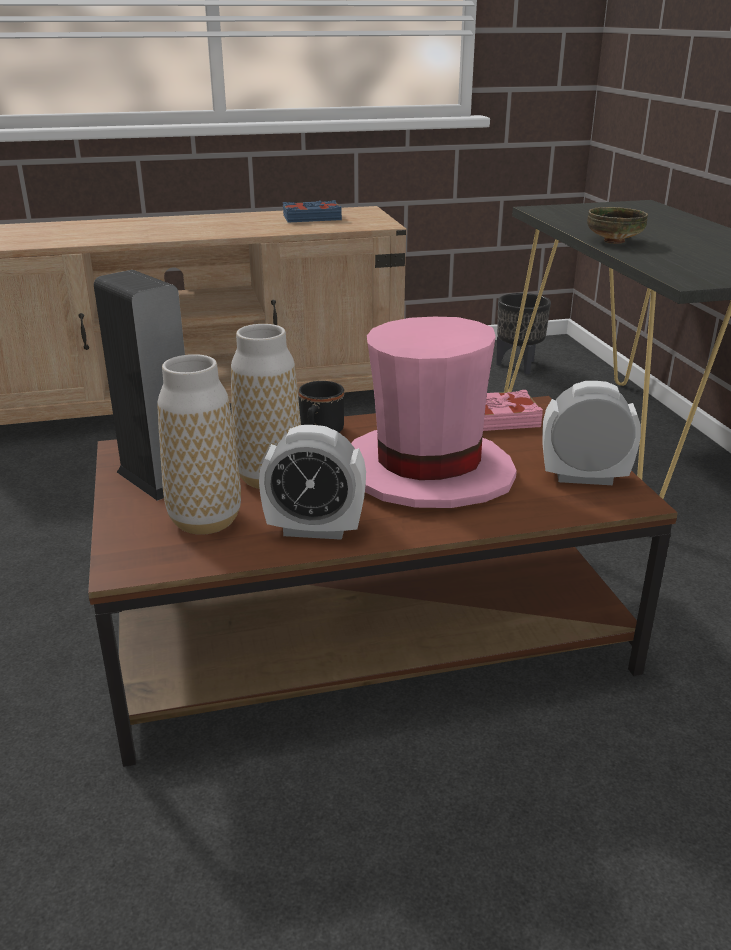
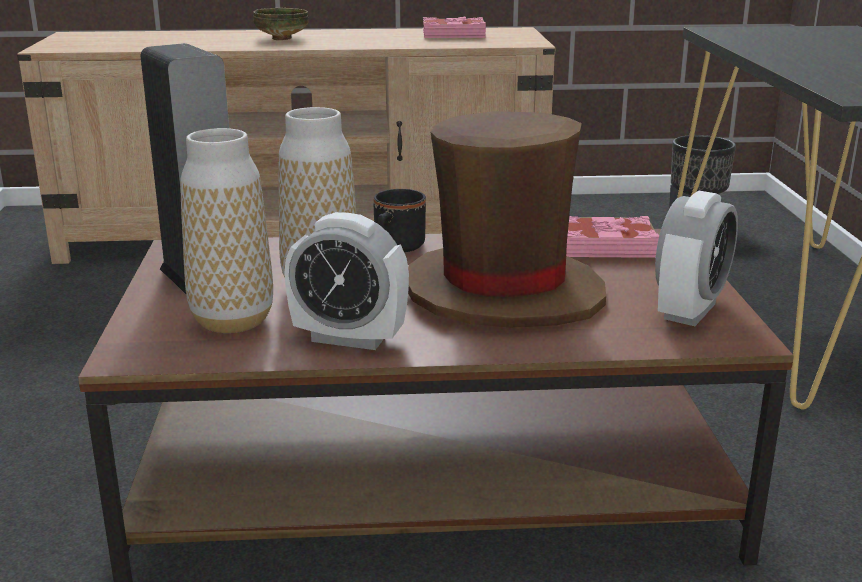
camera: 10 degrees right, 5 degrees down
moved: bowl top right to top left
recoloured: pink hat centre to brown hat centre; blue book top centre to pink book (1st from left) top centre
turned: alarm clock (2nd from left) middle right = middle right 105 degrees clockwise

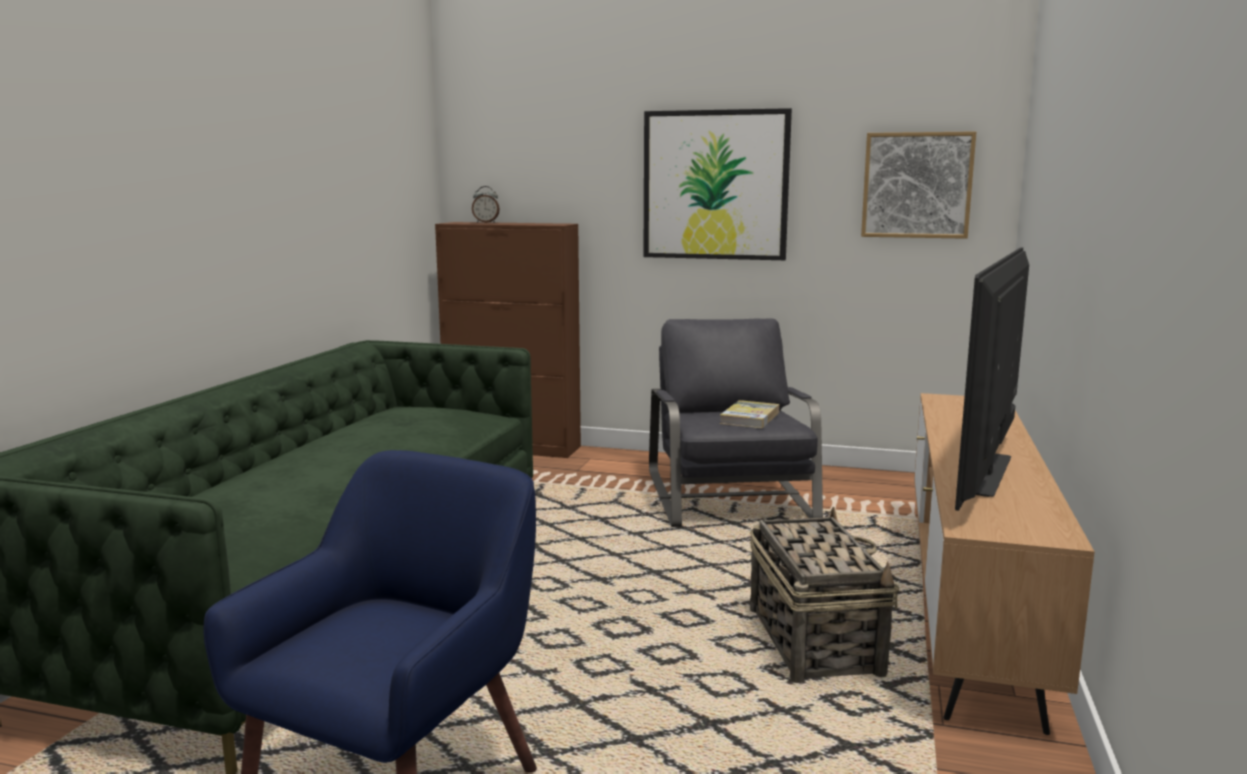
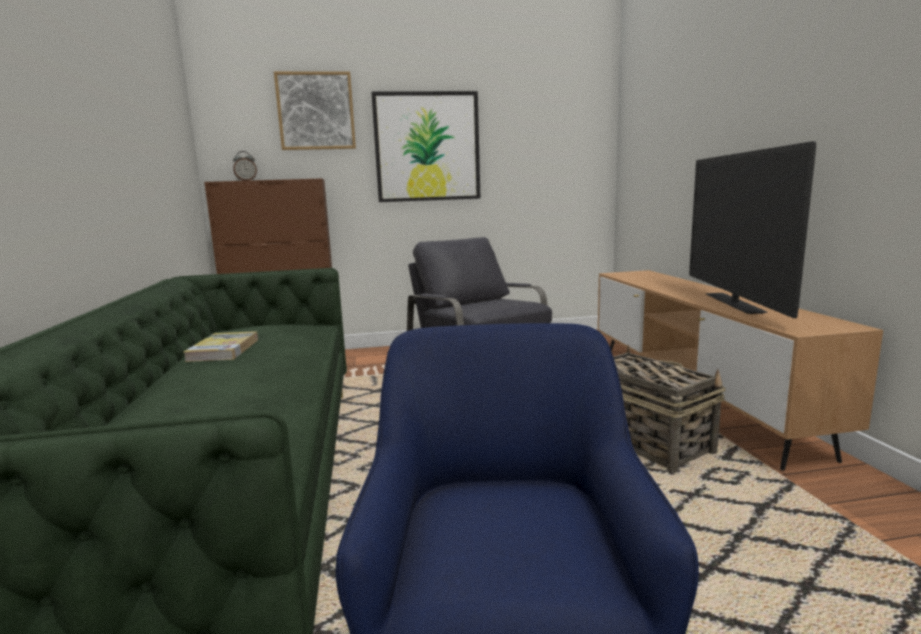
camera: 25 degrees left, 0 degrees up
moved: book centre to middle left; picture (2nd from left in the first image) top right to picture (1st from left) top centre

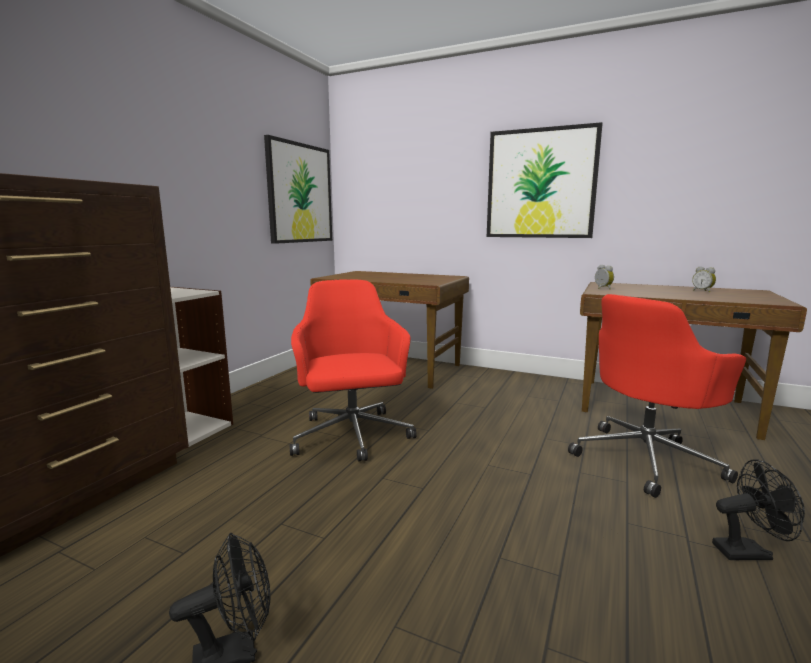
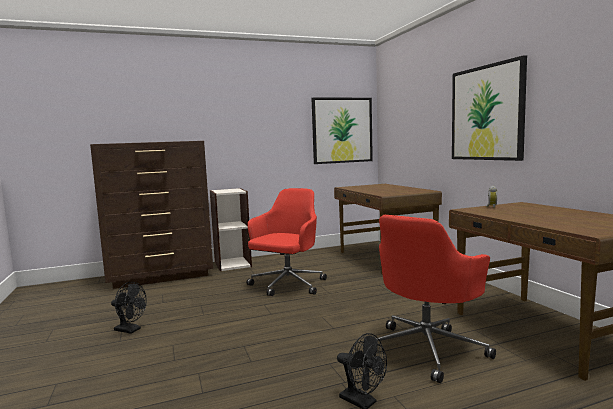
camera: 45 degrees right, 5 degrees down
removed: alarm clock (2nd from left) middle right
turned: red office chair (2nd from left) middle right = bottom right 60 degrees counterclockwise

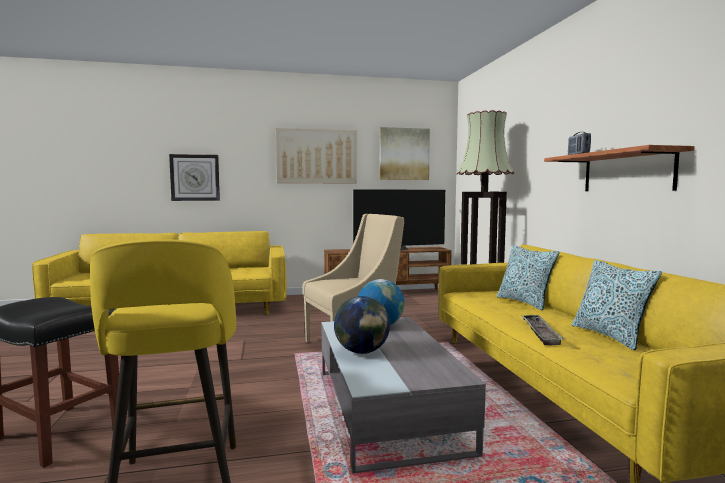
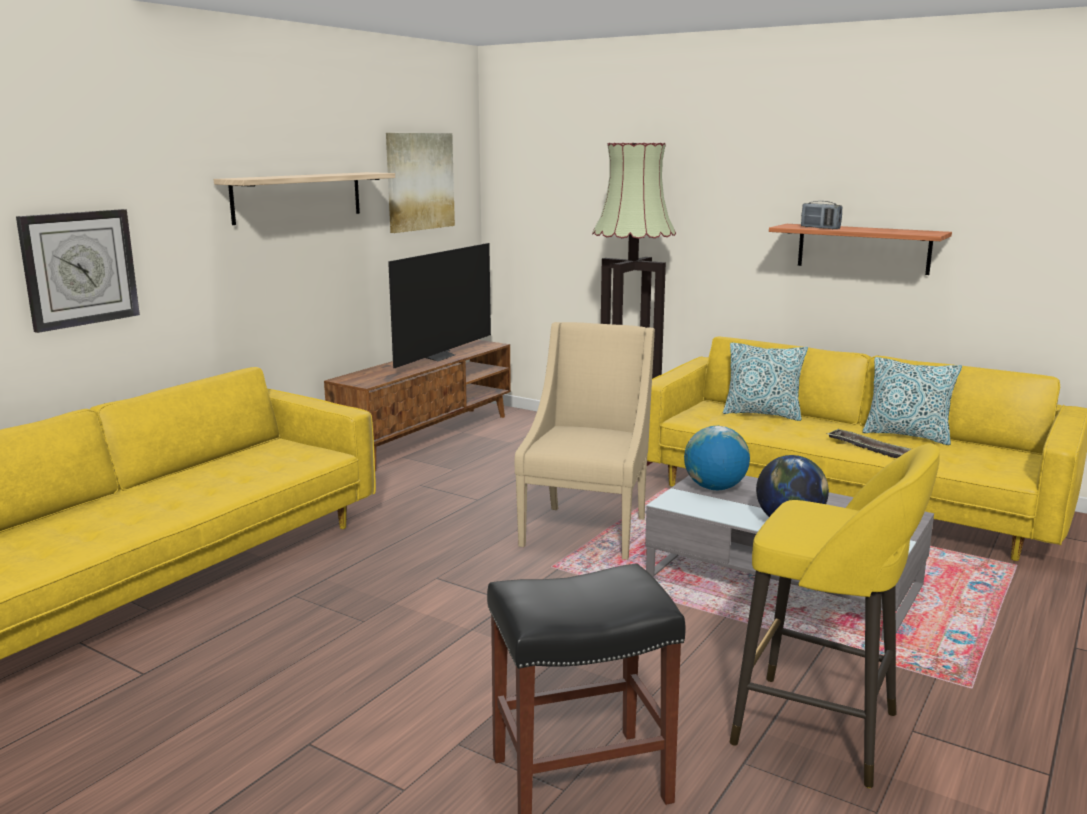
camera: 45 degrees left, 10 degrees up
replaced: picture (1st from left) top centre to shelf (1st from left) top left

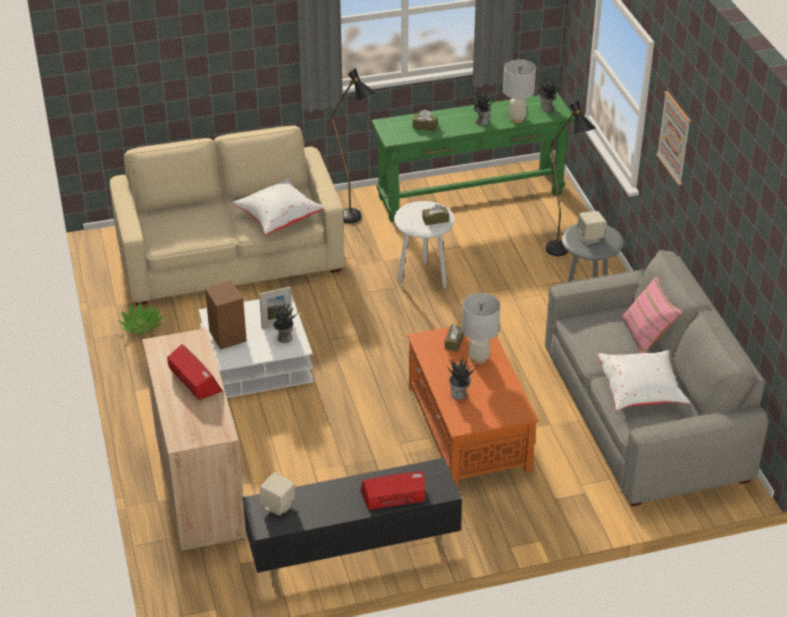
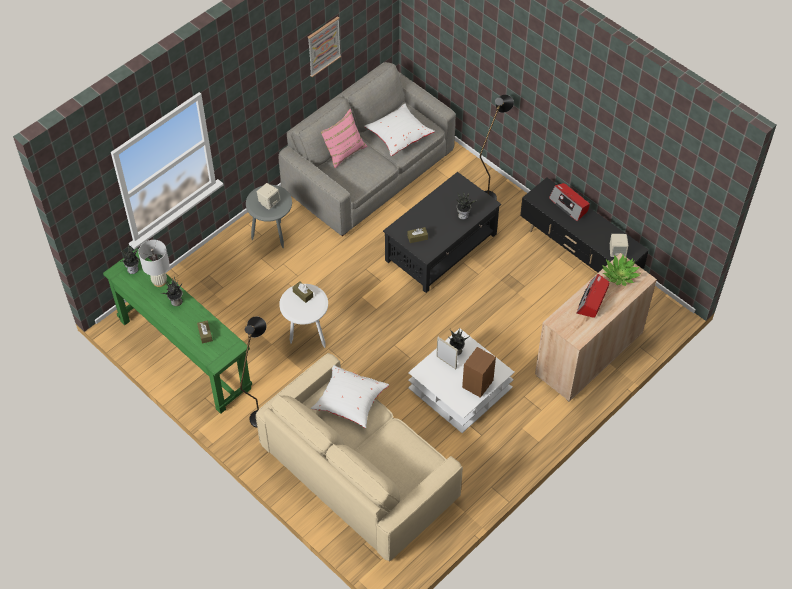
camera: 120 degrees left, 15 degrees up
removed: white table lamp (1st from left) centre
moved: picture top right to top centre; black floor lamp (2nd from left) top right to top centre; potted plant (1st from left in the first image) middle left to potted plant (5th from left) middle right
recoloured: orange coffee table centre to black coffee table centre

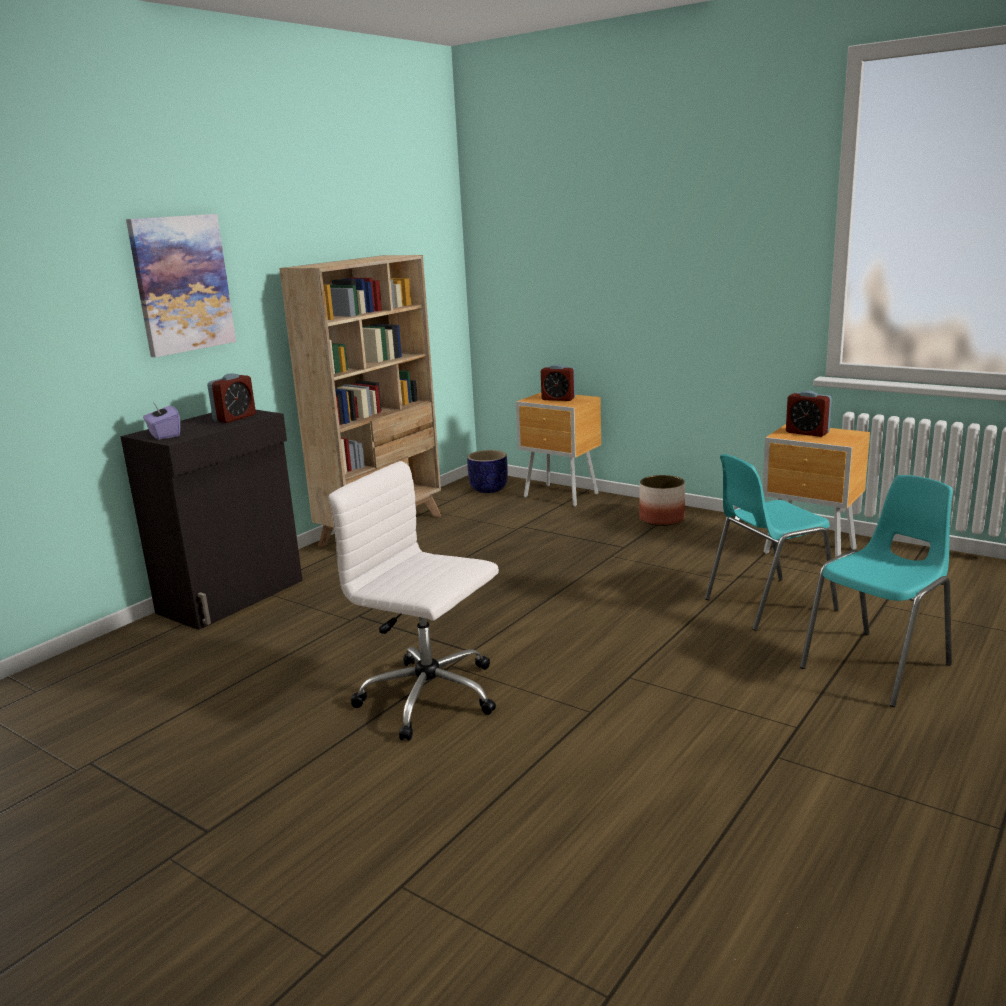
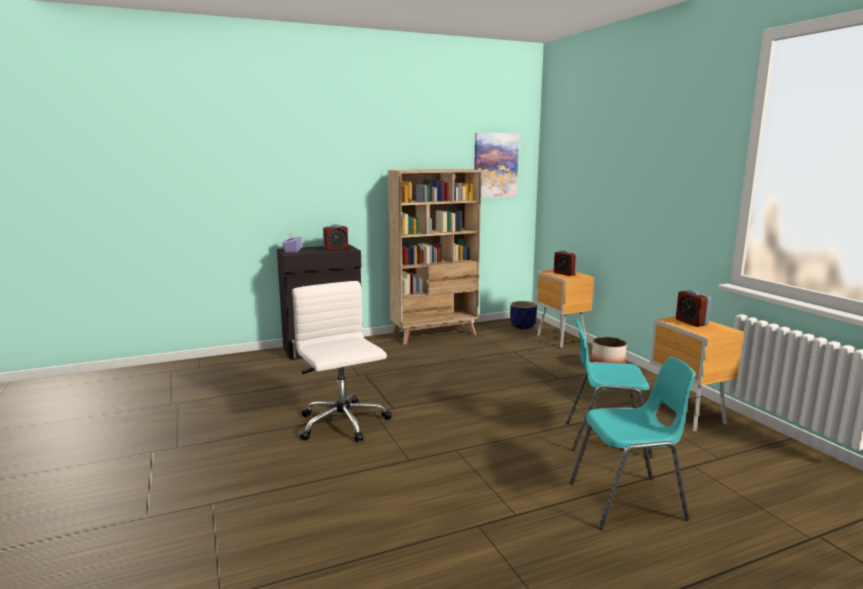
camera: 30 degrees right, 5 degrees down
moved: picture top left to top centre

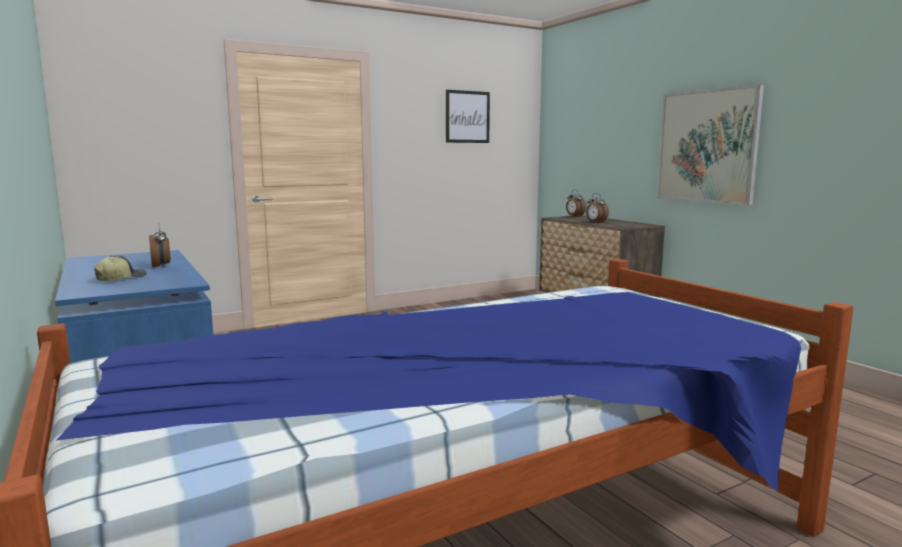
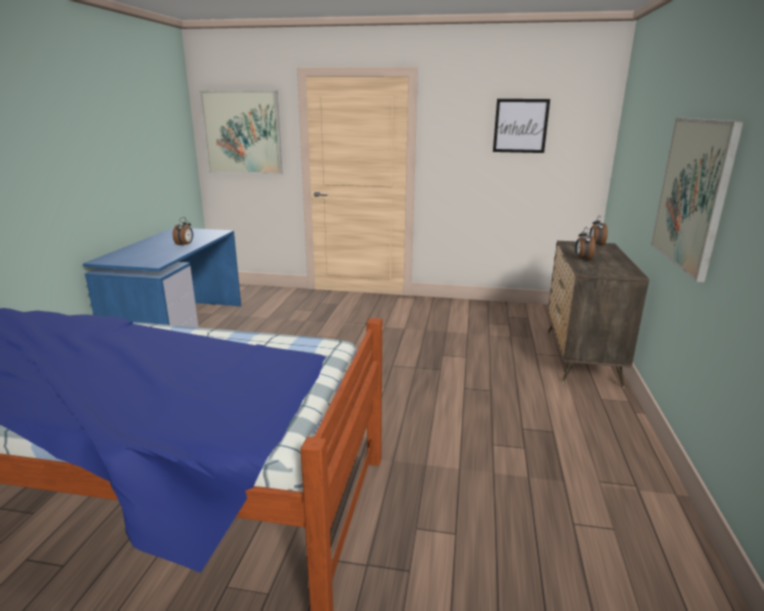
camera: 40 degrees right, 10 degrees up
removed: cap middle left
added: picture (1st from left) top left

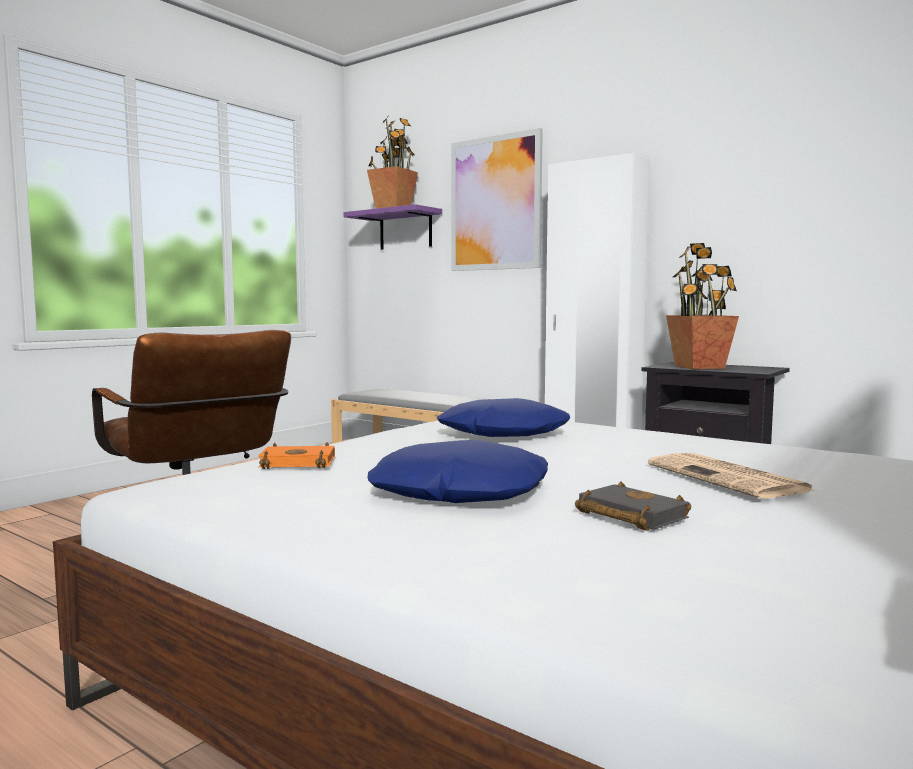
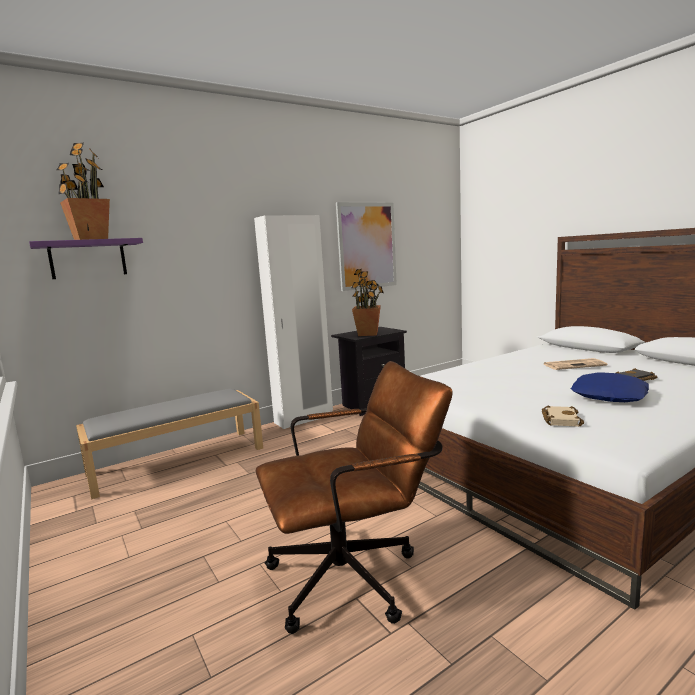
camera: 70 degrees left, 5 degrees up
removed: blue pillow (2nd from left) centre
moved: picture top centre to centre
recoloured: orange book middle left to beige book middle right

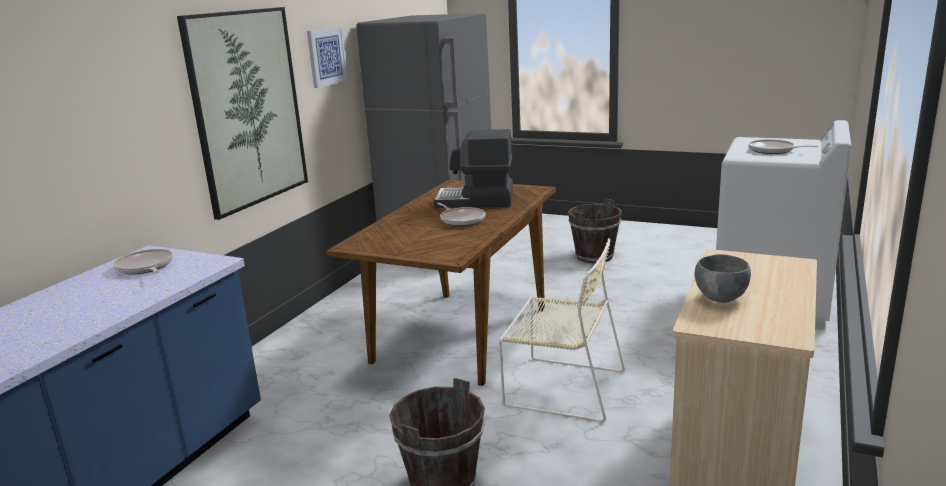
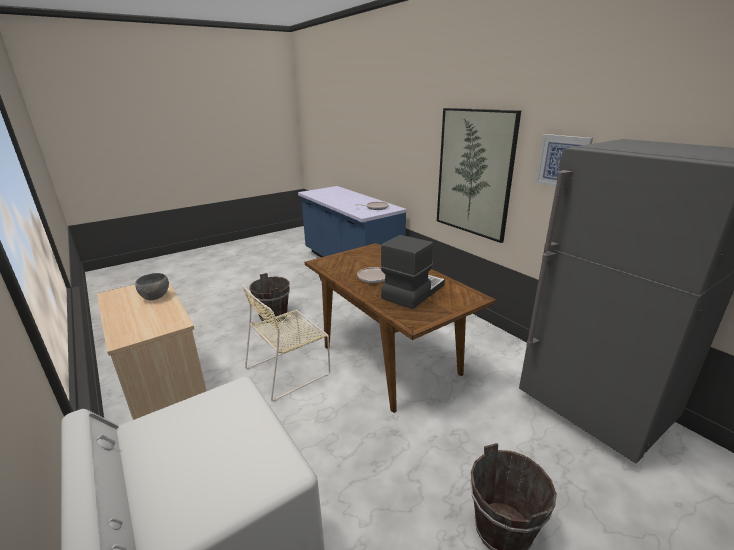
camera: 120 degrees right, 5 degrees up
removed: frying pan (3rd from left) top right

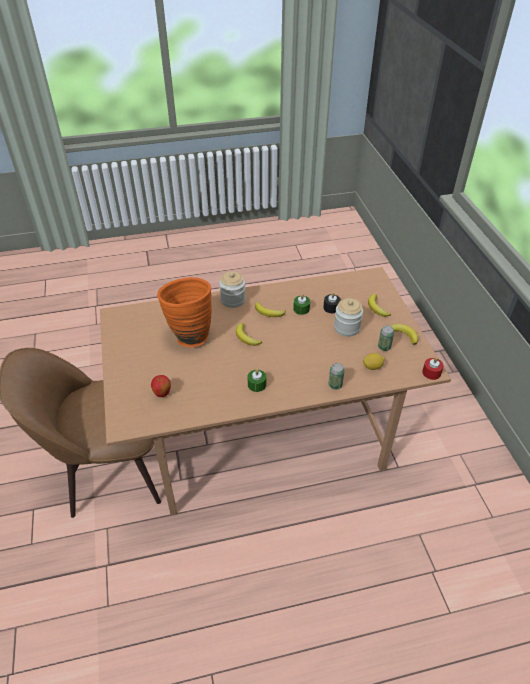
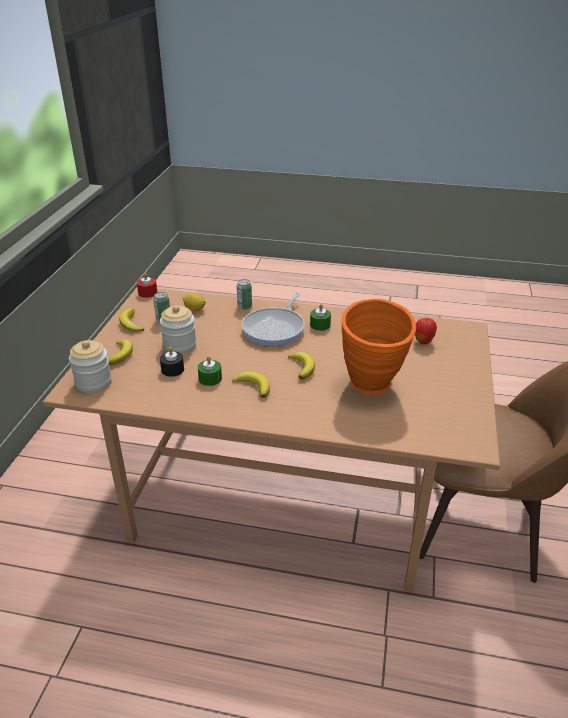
camera: 155 degrees left, 10 degrees down
added: frying pan centre
moved: jar (1st from left) centre to middle left

